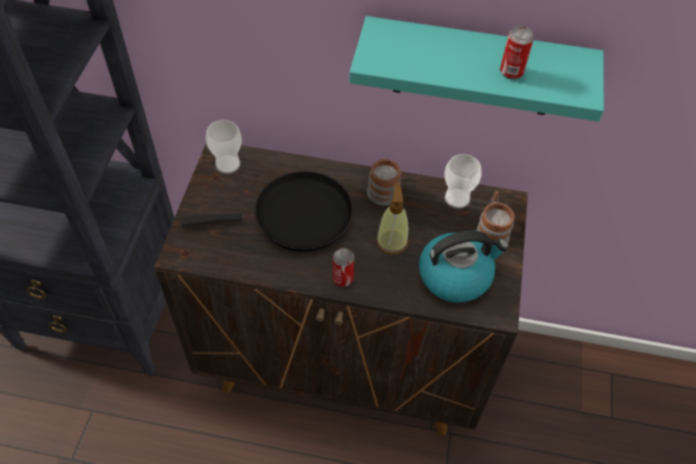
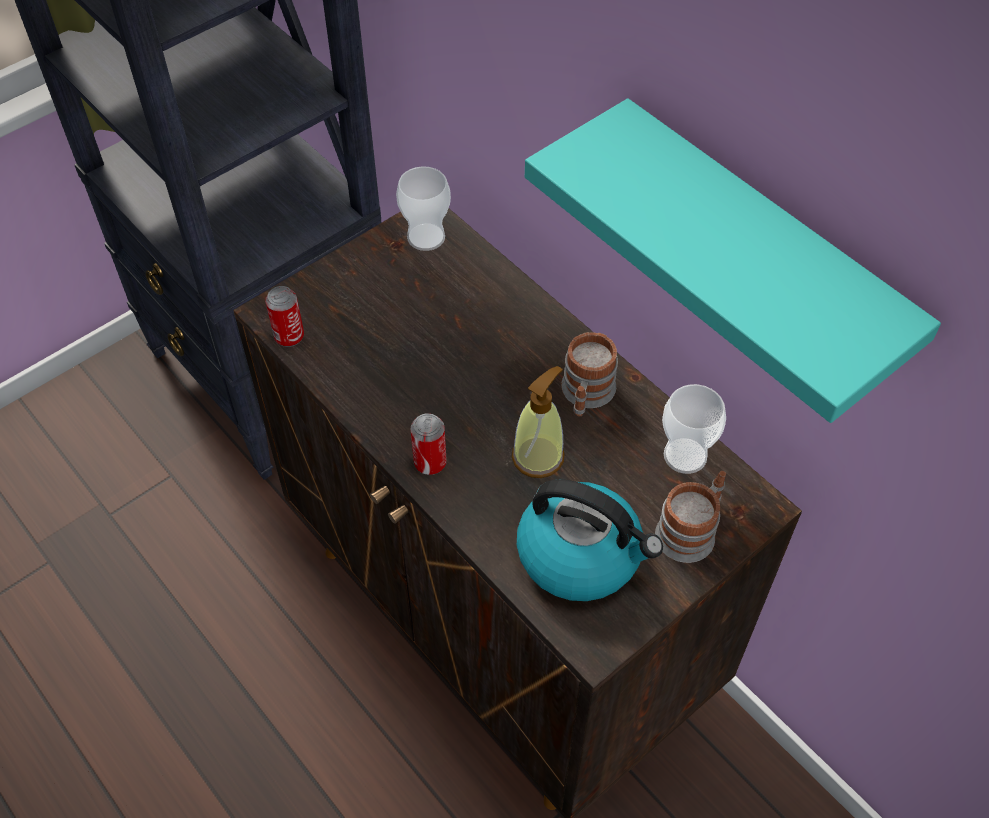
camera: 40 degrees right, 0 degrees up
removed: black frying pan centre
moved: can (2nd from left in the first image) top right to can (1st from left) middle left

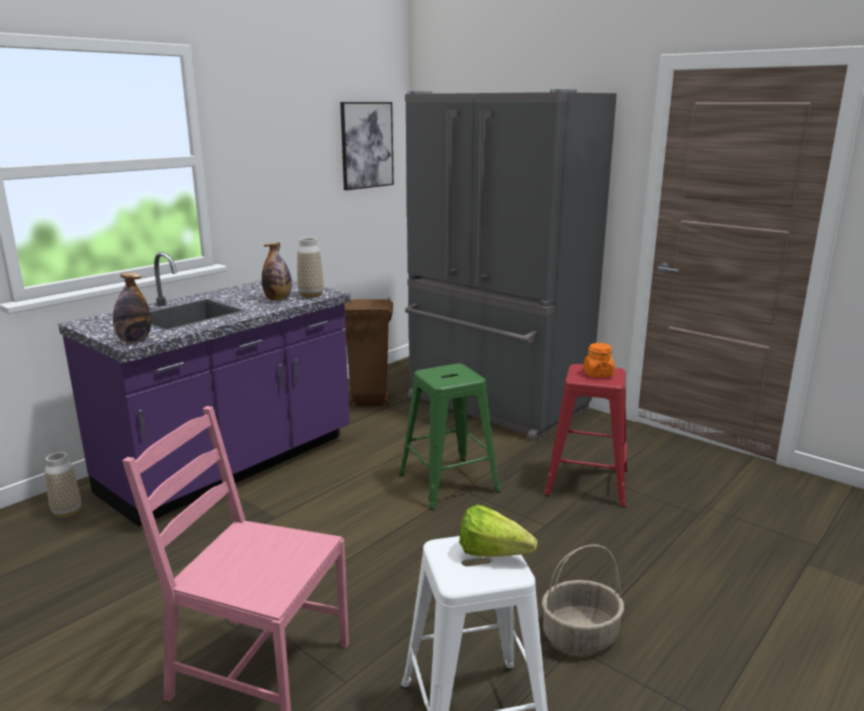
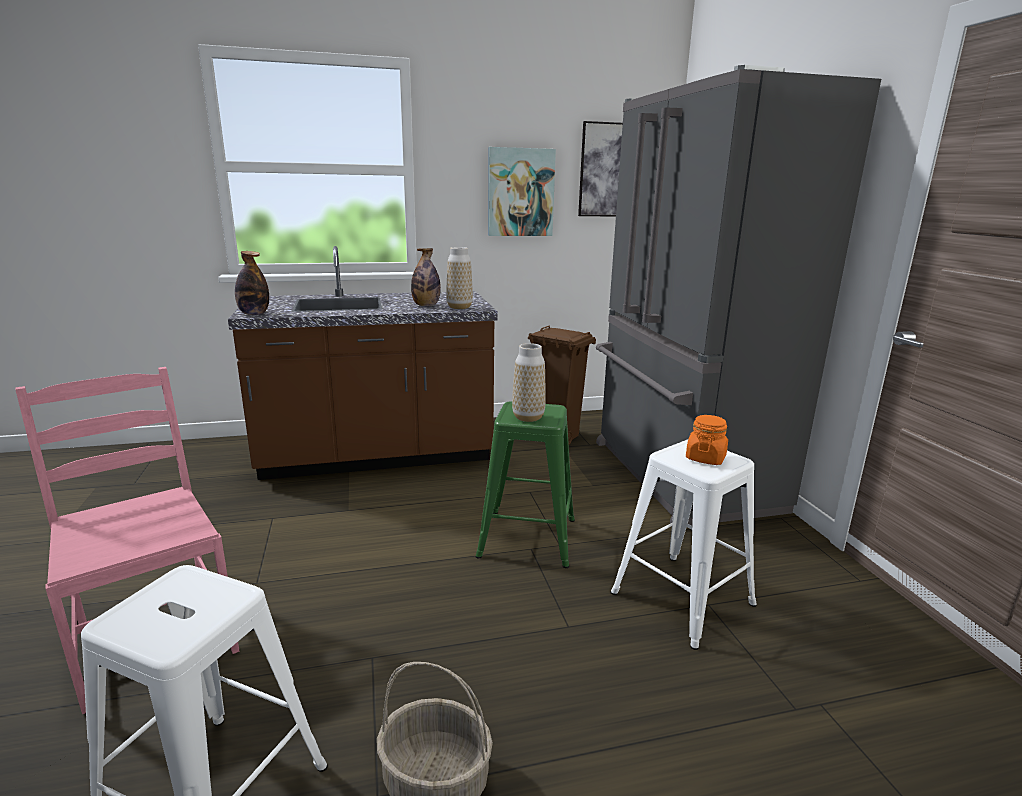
camera: 35 degrees right, 0 degrees up
removed: lettuce bottom centre
added: picture (1st from left) top centre
moved: vase (1st from left in the first image) bottom left to vase (2nd from left) centre
recoloured: purple counter middle left to brown counter centre; red stool middle right to white stool (2nd from left) bottom right

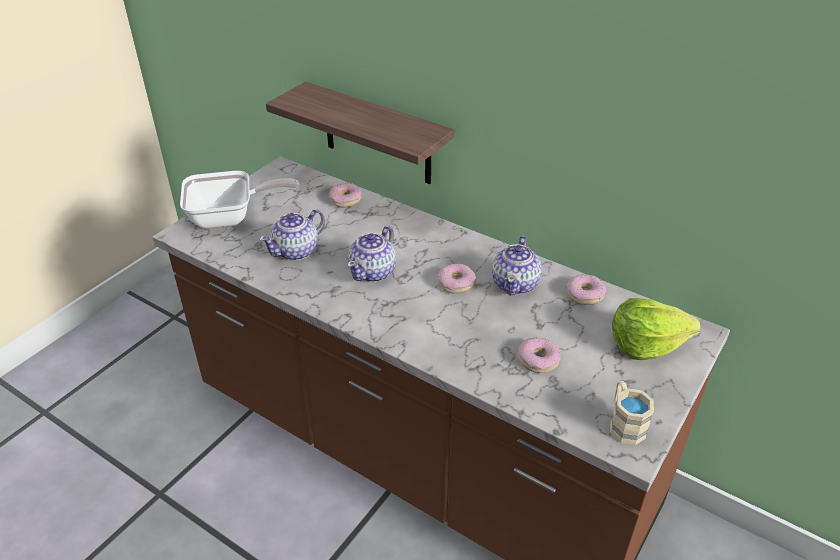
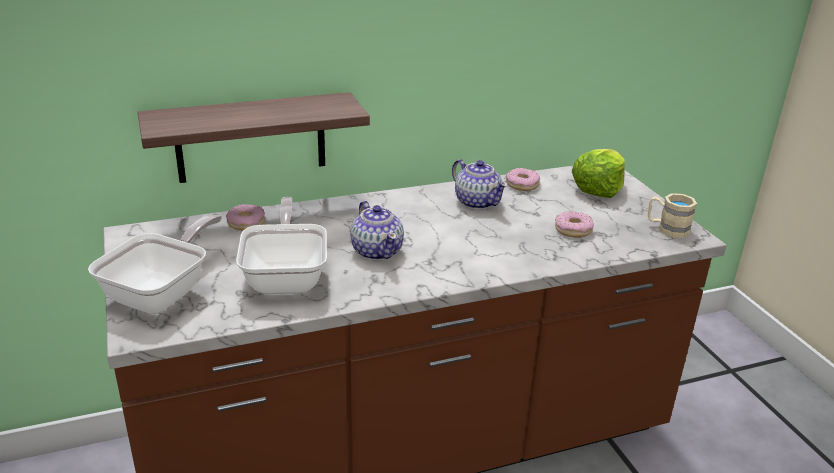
camera: 55 degrees left, 10 degrees down
removed: donut (2nd from left) centre
replaced: teapot (1st from left) centre to frying pan (2nd from left) centre

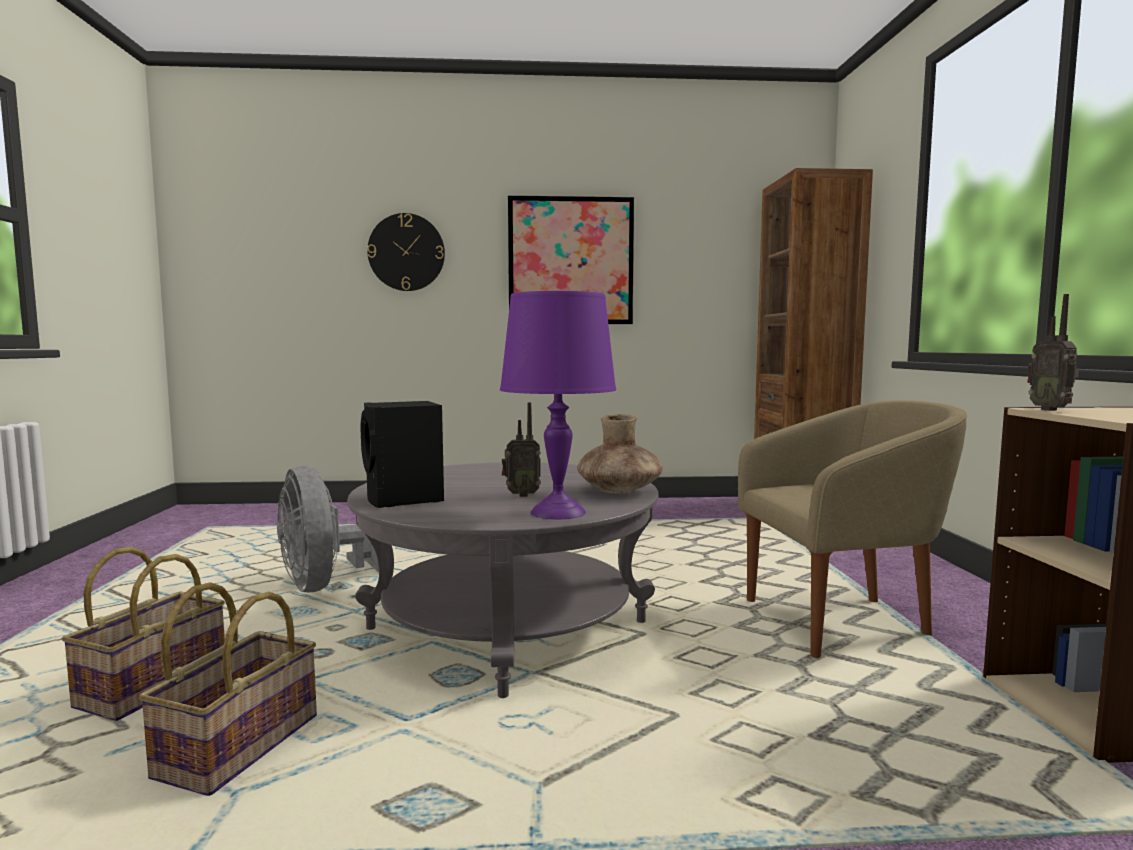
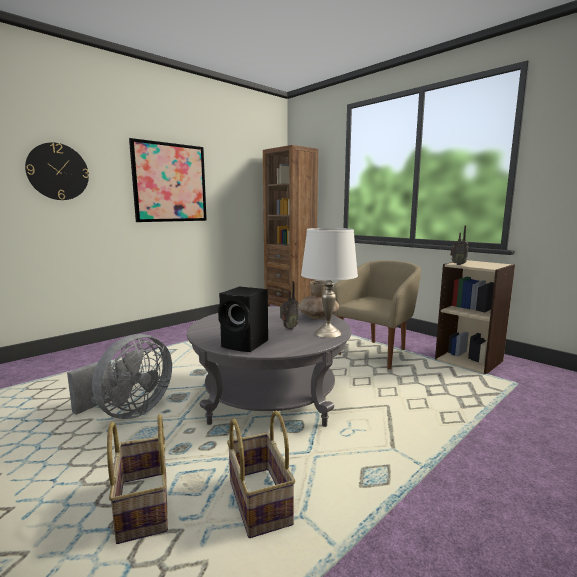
camera: 40 degrees left, 5 degrees up
recoloured: purple table lamp centre to white table lamp centre
turned: grey fan middle left = middle left 75 degrees counterclockwise

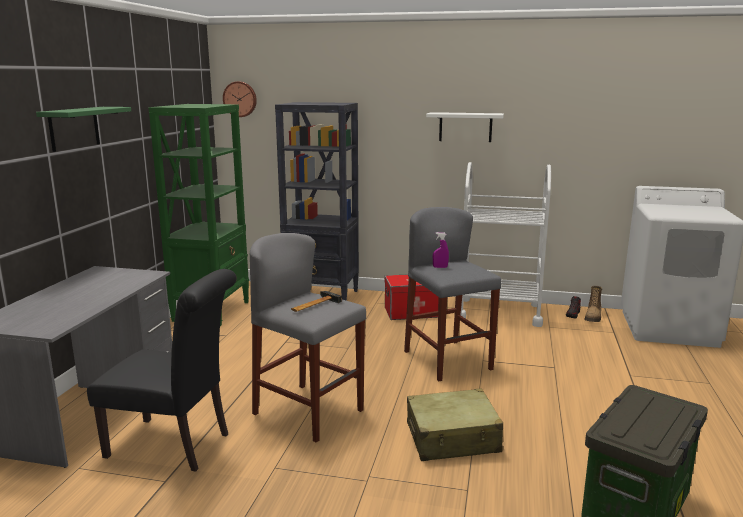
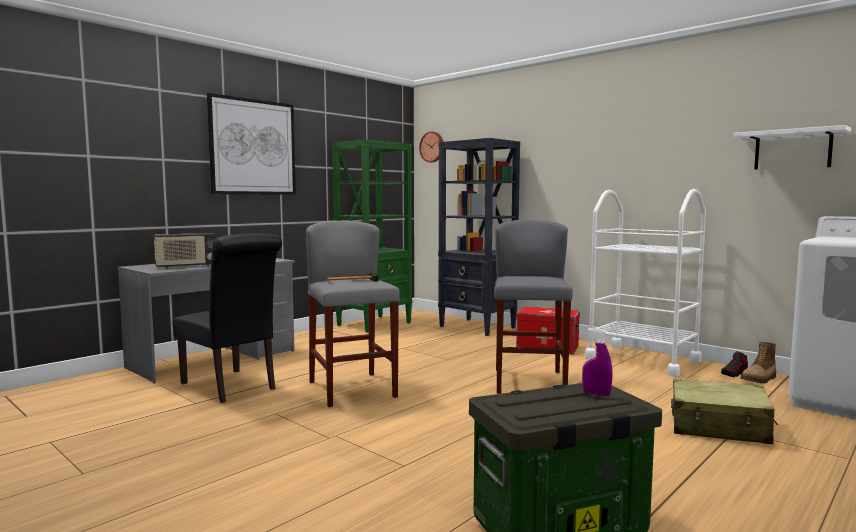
camera: 30 degrees right, 10 degrees down
added: radio middle left
moved: purple spray bottle centre to bottom right; beige suitcase bottom centre to bottom right; white shelf top centre to top right
replaced: green shelf top left to picture top left

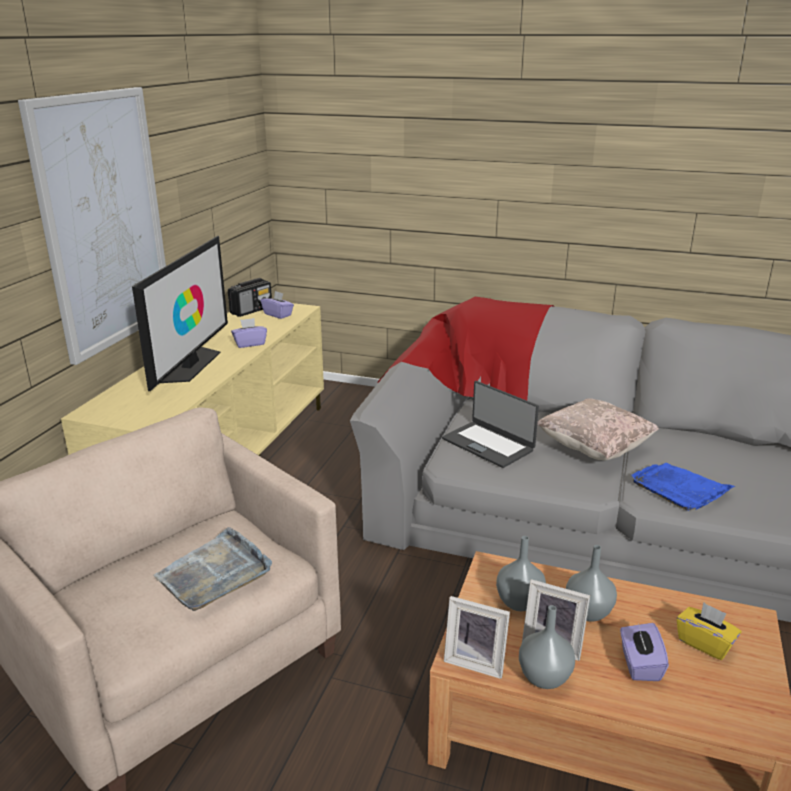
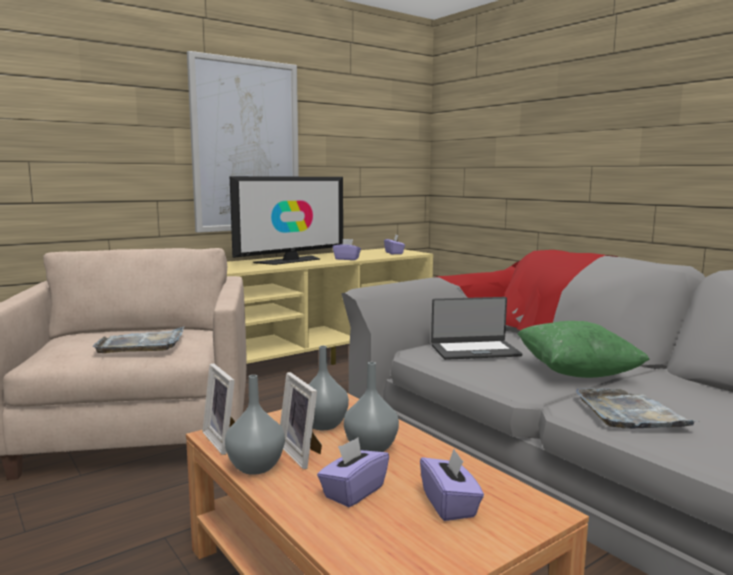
camera: 35 degrees right, 15 degrees down
removed: radio middle left
recoloured: yellow tissue box bottom right to purple tissue box (4th from left) bottom centre; beige pillow middle right to green pillow middle right; blue tray middle right to grey tray (2nd from left) bottom right
turned: laptop centre = centre 90 degrees counterclockwise

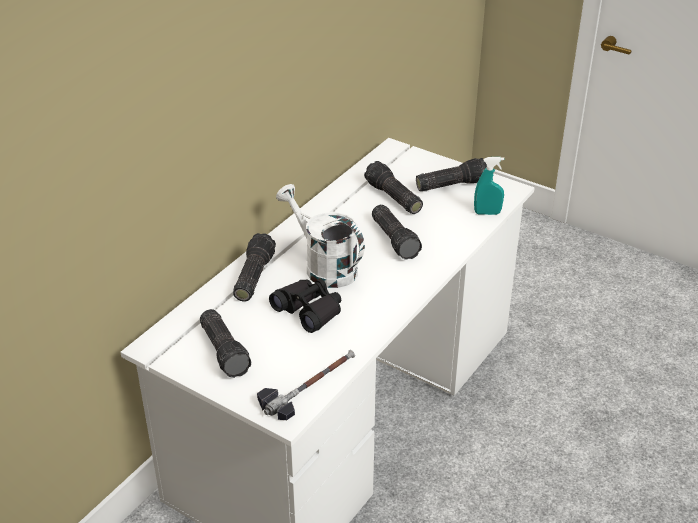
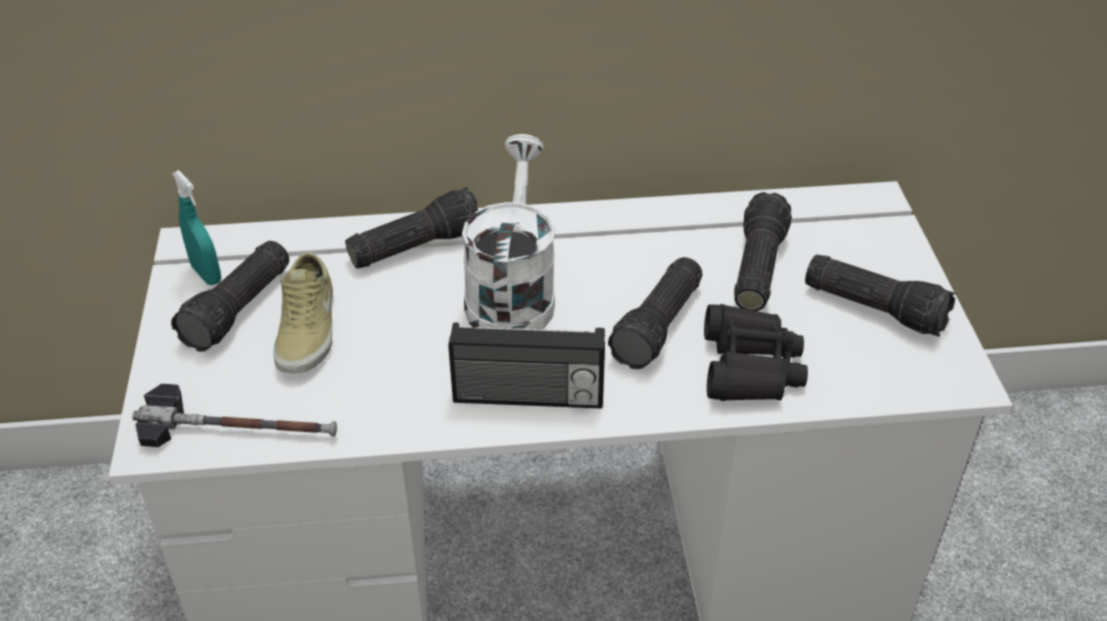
camera: 50 degrees right, 5 degrees up
added: beige shoe middle left; radio centre
moved: turquoise spray bottle middle right to middle left; black binoculars centre to middle right

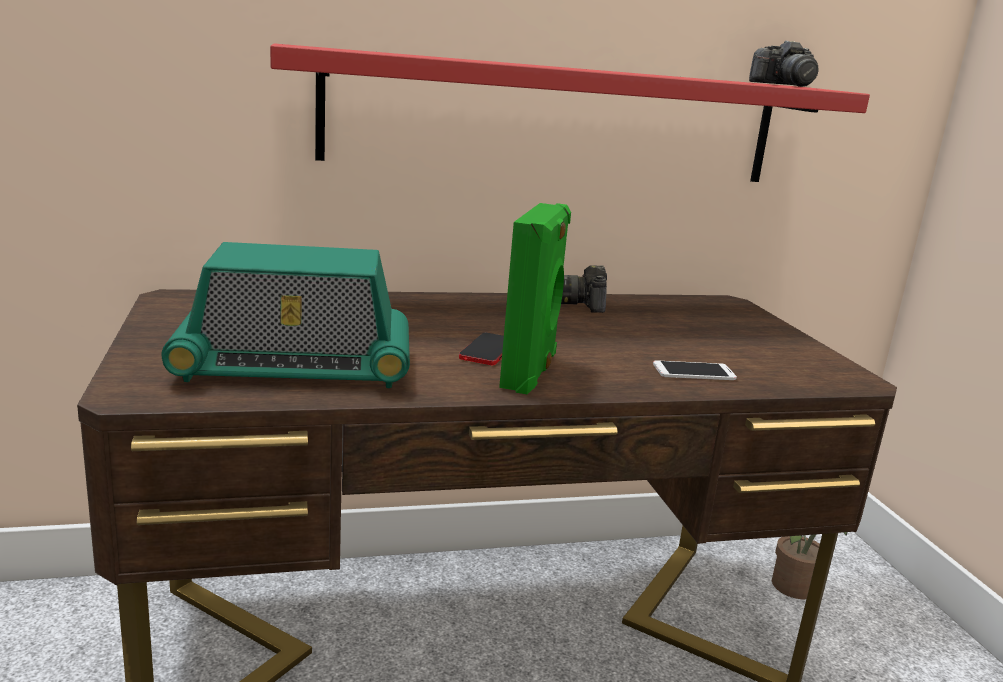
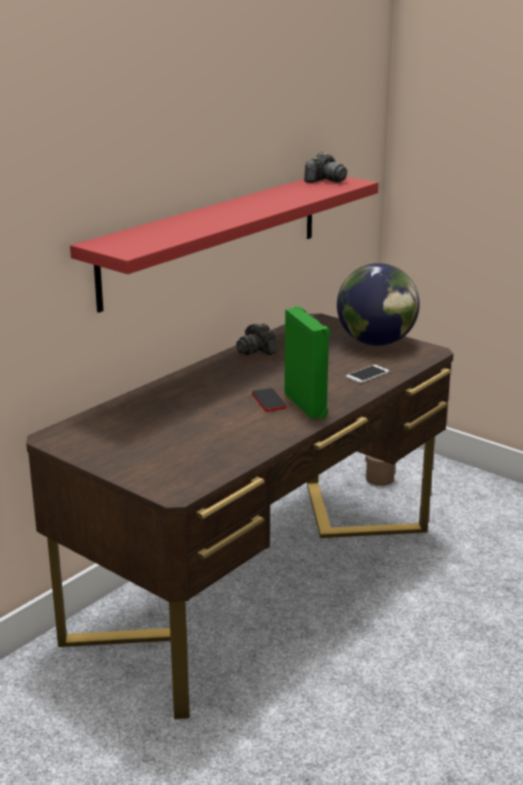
camera: 35 degrees left, 5 degrees up
removed: radio middle left
added: globe middle right

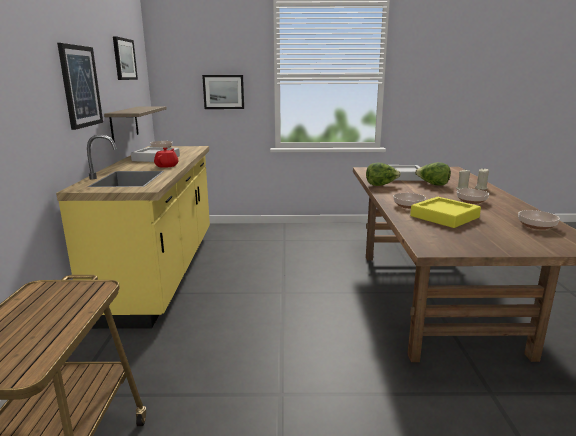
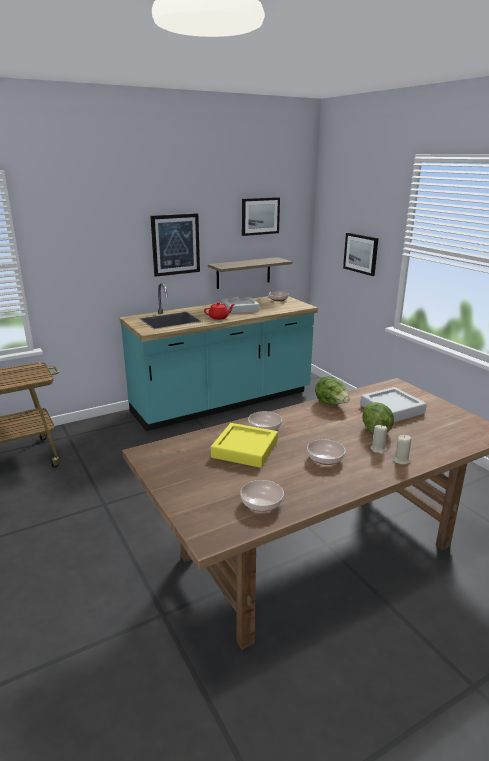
camera: 60 degrees right, 5 degrees up
recoloured: yellow counter middle left to turquoise counter centre

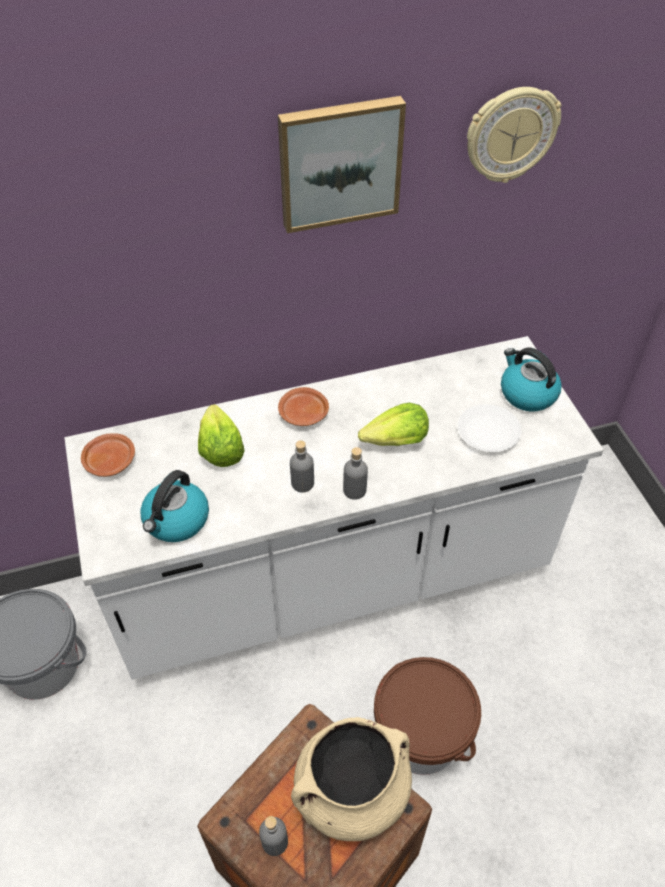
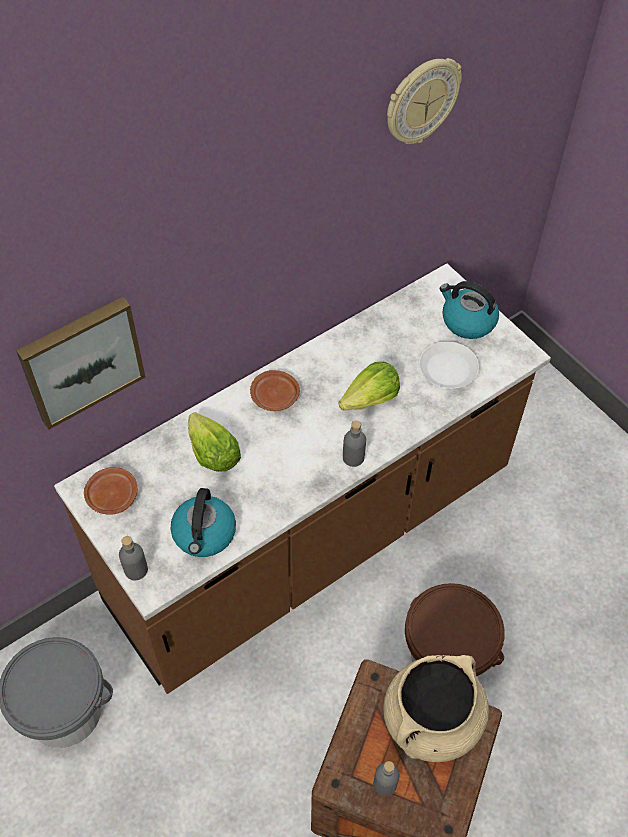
camera: 20 degrees left, 5 degrees up
moved: picture top centre to middle left; grey bottle (2nd from left in the first image) centre to grey bottle (1st from left) bottom left
recoloured: white counter centre to brown counter centre

